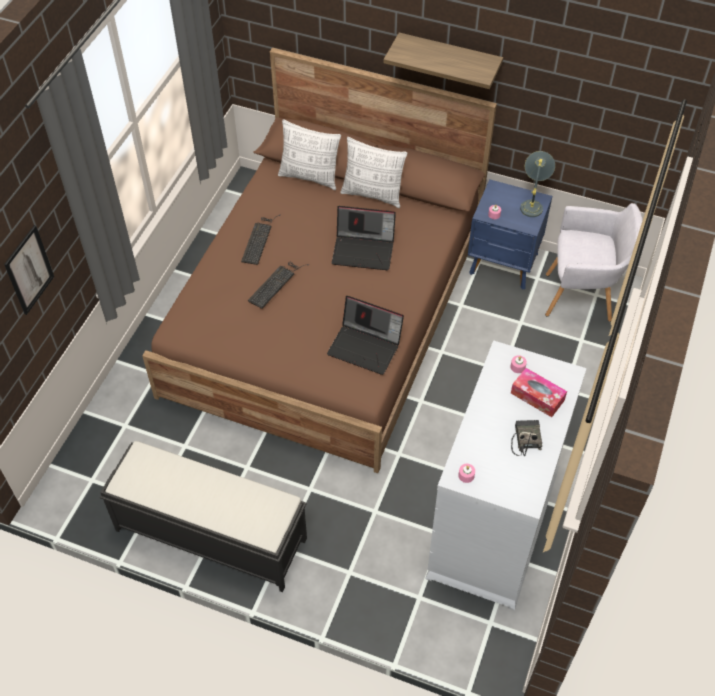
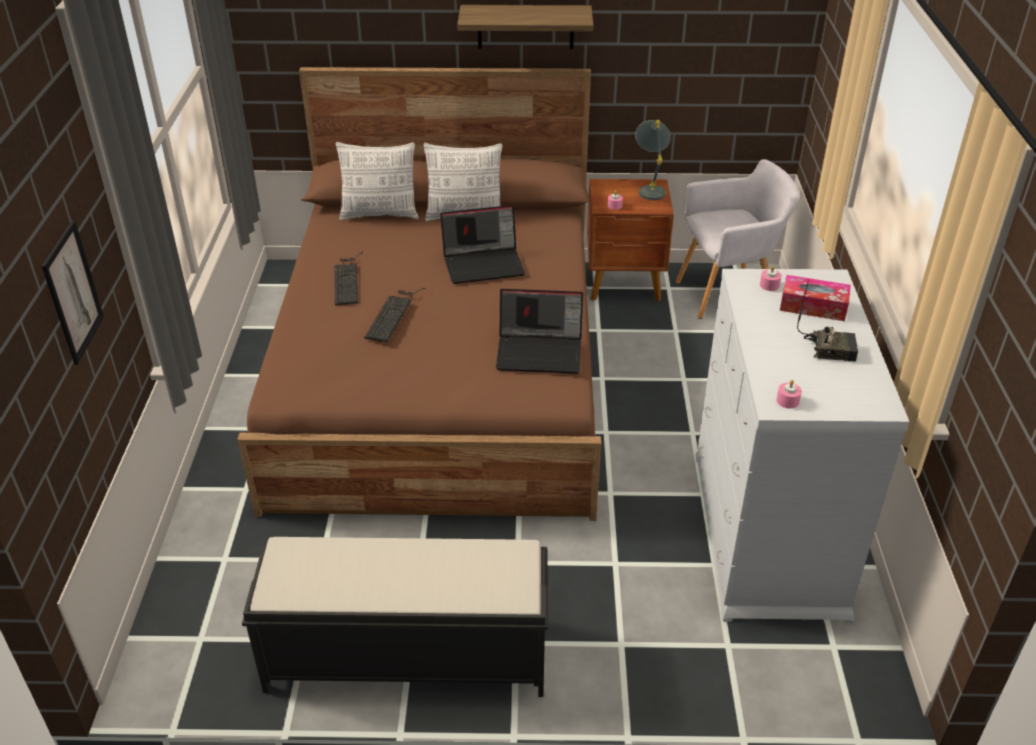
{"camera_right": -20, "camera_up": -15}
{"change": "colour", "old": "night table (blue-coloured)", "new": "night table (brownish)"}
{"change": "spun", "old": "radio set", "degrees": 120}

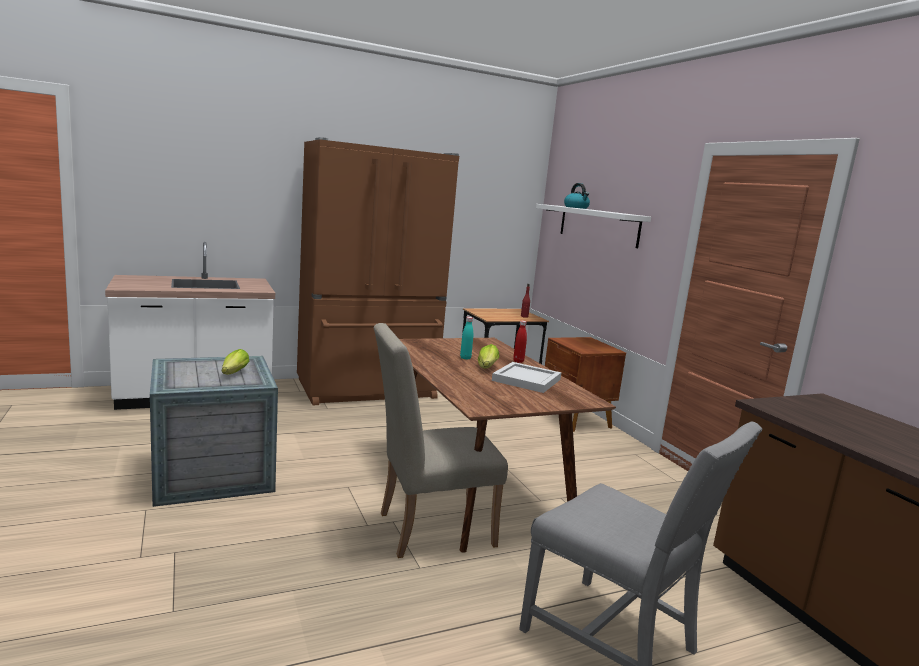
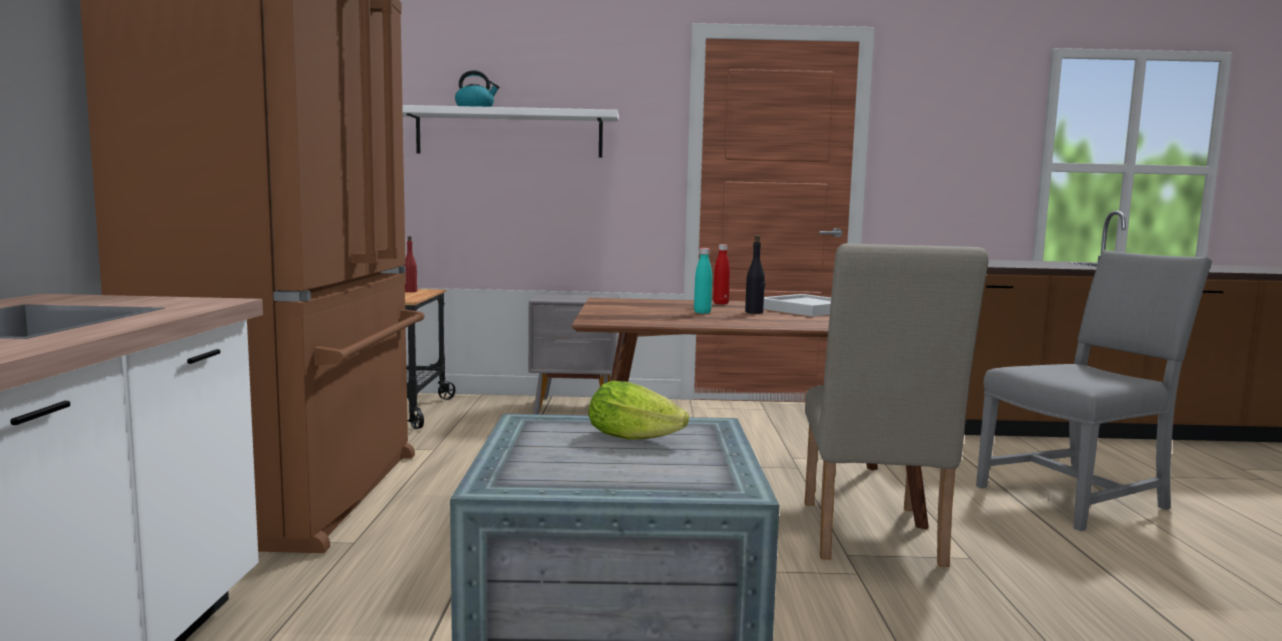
{"camera_right": -65, "camera_up": -5}
{"change": "colour", "old": "night table (brownish)", "new": "night table (grey)"}
{"change": "exchanged", "old": "lettuce (no. 2 from left)", "new": "bottle (blackish)"}

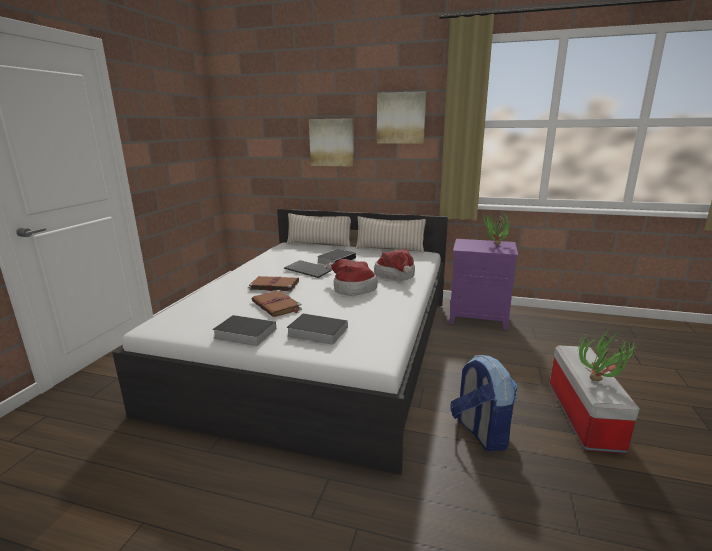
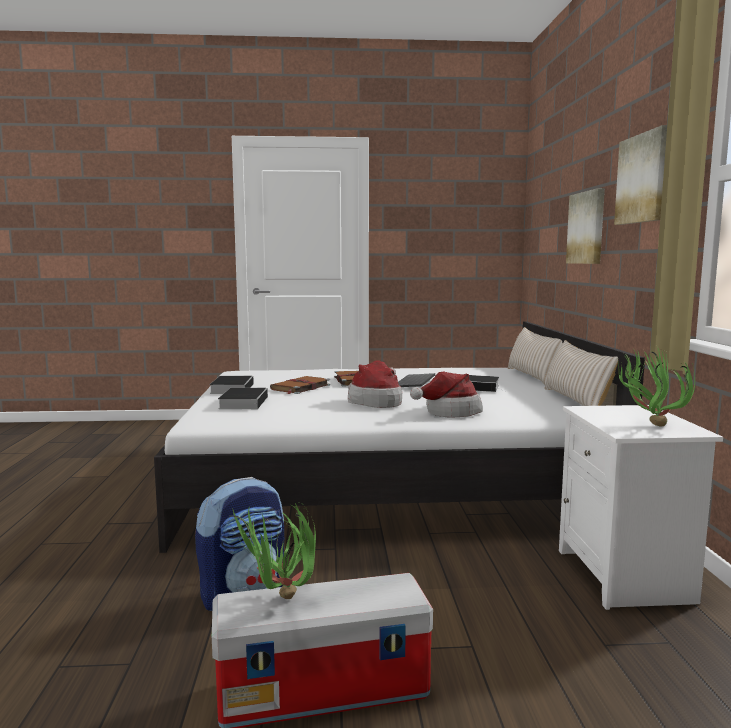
{"camera_right": 70, "camera_up": -10}
{"change": "colour", "old": "night table (purple-coloured)", "new": "night table (whitish)"}

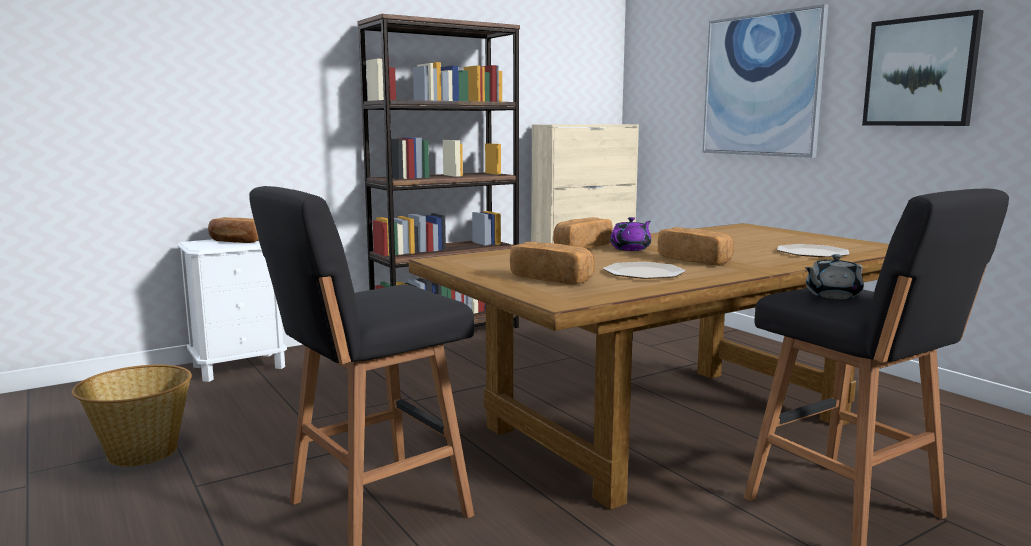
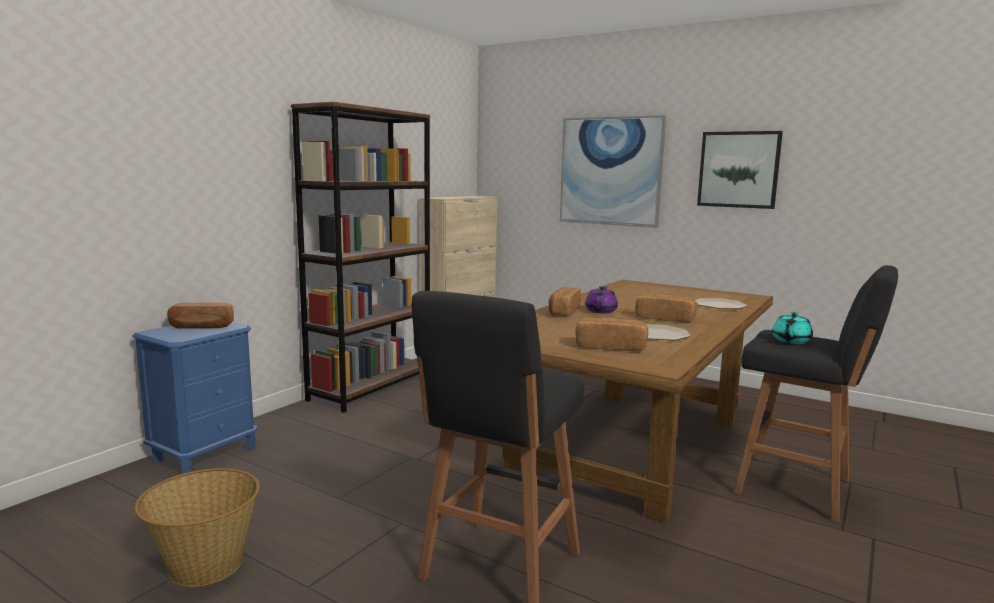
{"camera_right": -25, "camera_up": 0}
{"change": "colour", "old": "night table (whitish)", "new": "night table (blue-coloured)"}
{"change": "colour", "old": "tea pot (grey)", "new": "tea pot (turquoise-coloured)"}

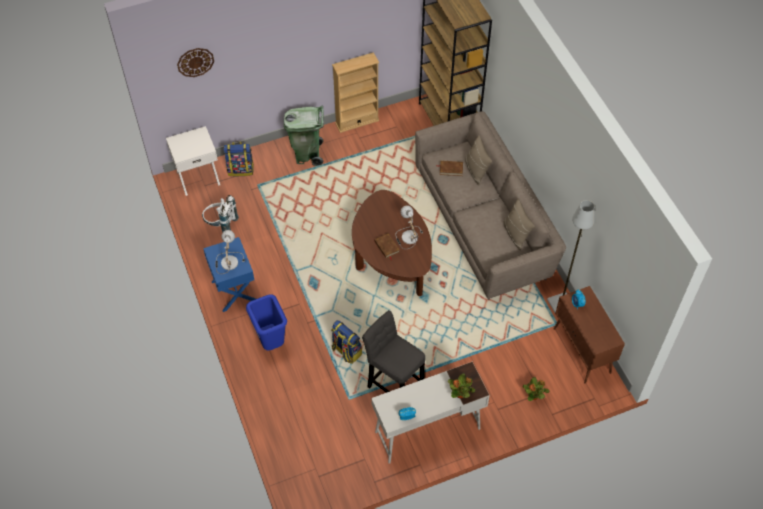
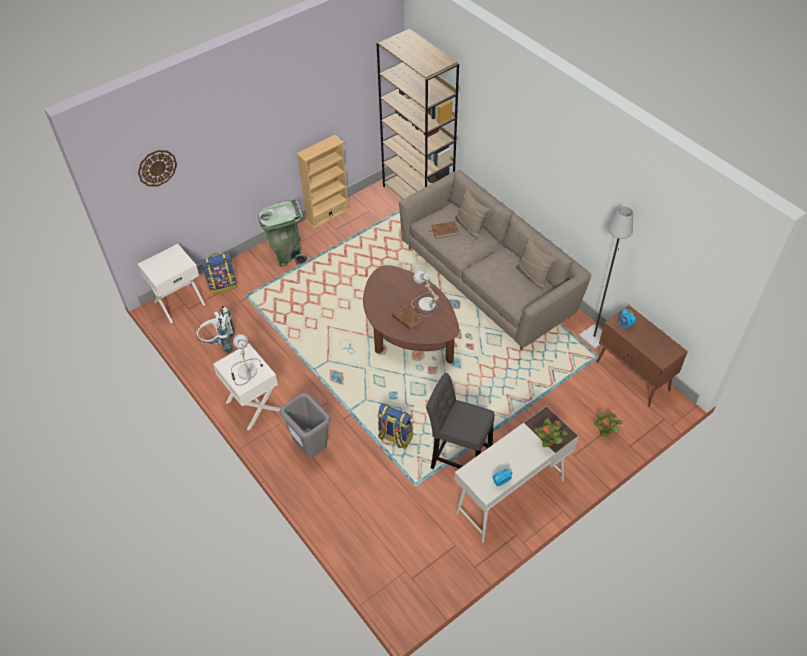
{"camera_right": -15, "camera_up": -5}
{"change": "colour", "old": "night table (blue-coloured)", "new": "night table (whitish) (no. 2 from left)"}
{"change": "colour", "old": "trash can (blue-coloured)", "new": "trash can (grey)"}

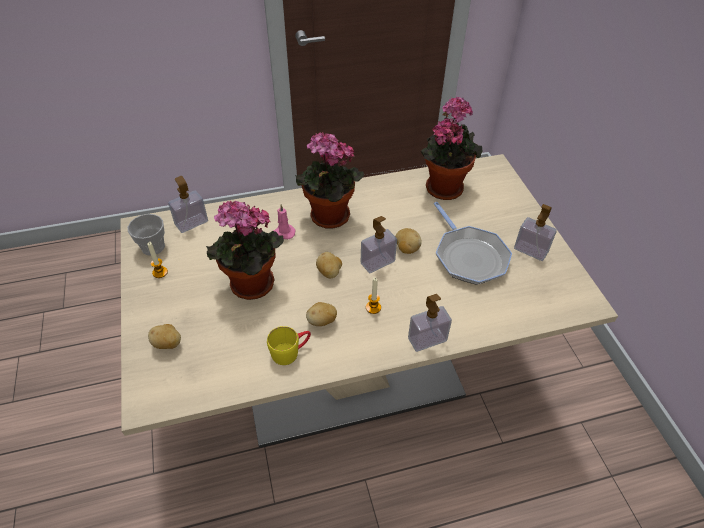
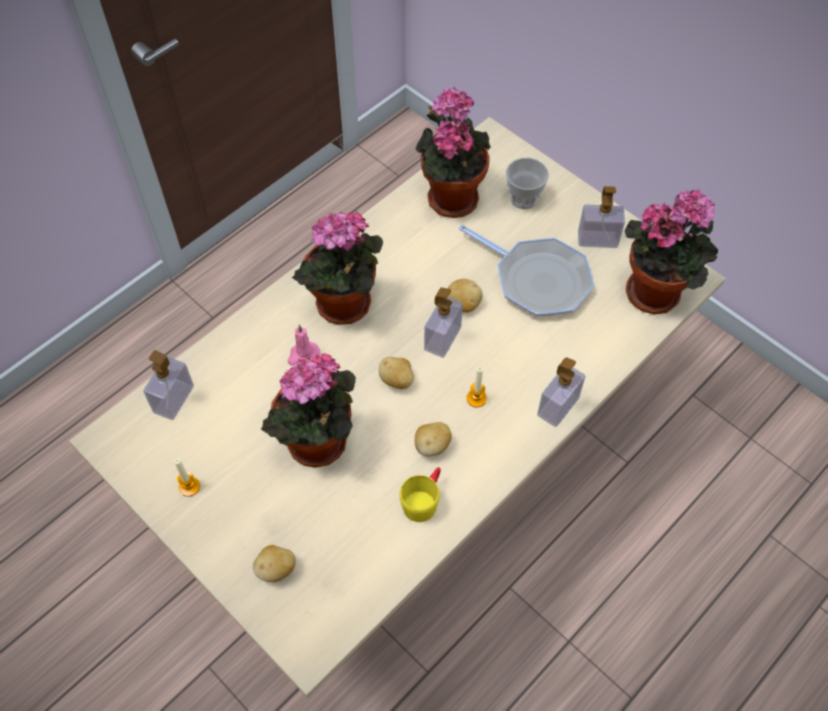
{"camera_right": -30, "camera_up": 10}
{"change": "relocated", "old": "cup"}
{"change": "appeared", "new": "potted plant (no. 4 from left)"}

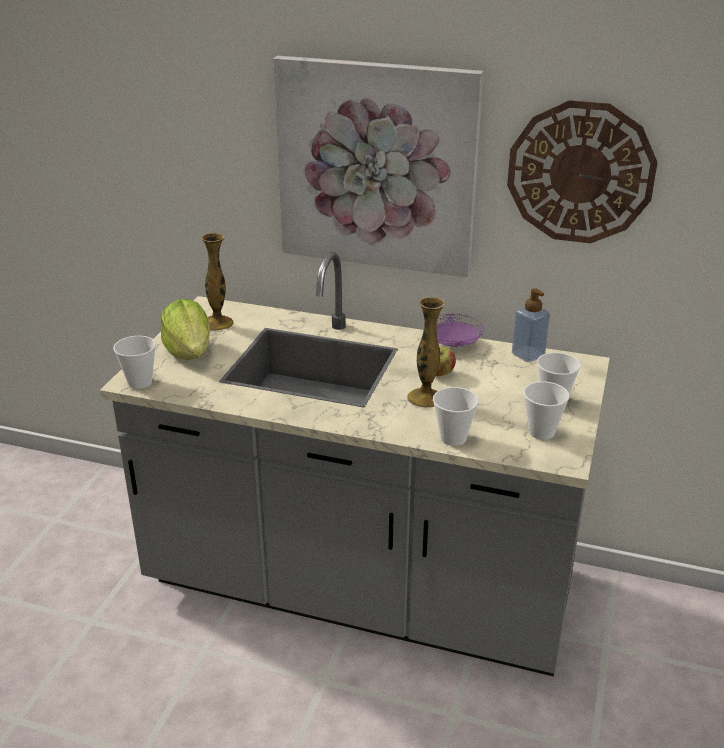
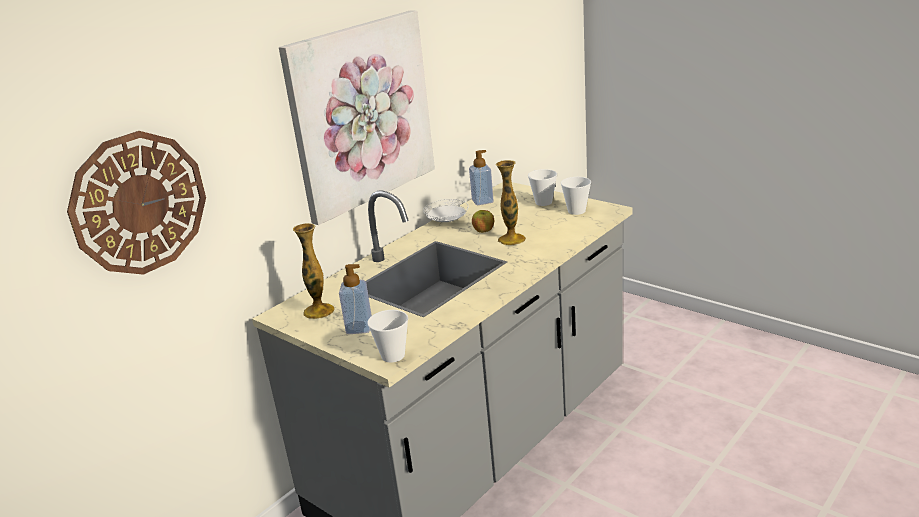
{"camera_right": -65, "camera_up": -5}
{"change": "relocated", "old": "wall clock"}
{"change": "exchanged", "old": "lettuce", "new": "soap bottle (no. 1 from left)"}
{"change": "colour", "old": "plate (purple-coloured)", "new": "plate (whitish)"}
{"change": "missing", "old": "cup (no. 2 from left)"}

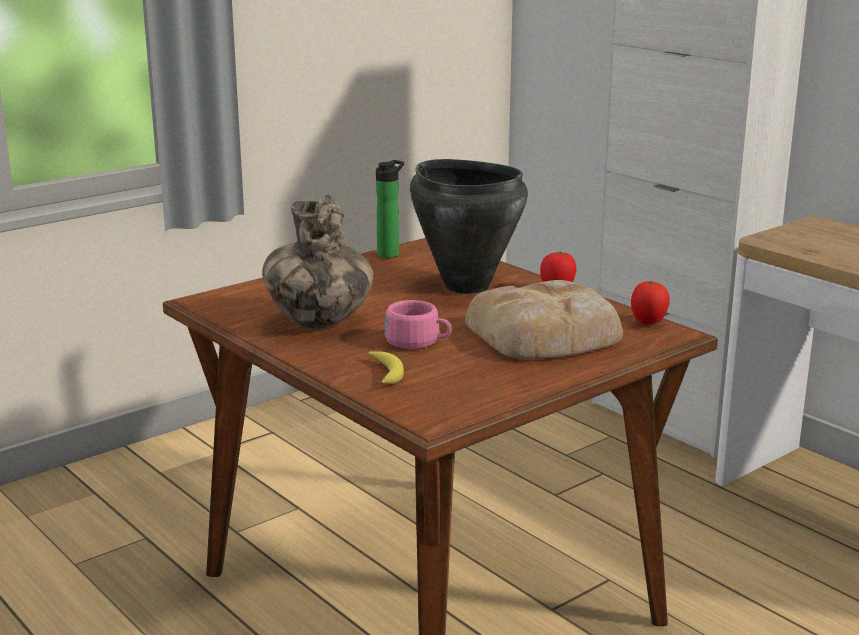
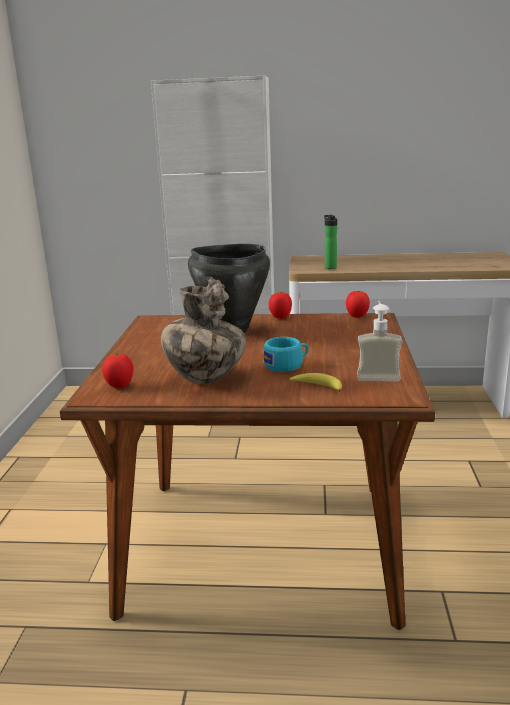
{"camera_right": -45, "camera_up": 0}
{"change": "appeared", "new": "fresh tomato (no. 1 from left)"}
{"change": "colour", "old": "cup (pinkish)", "new": "cup (turquoise-coloured)"}
{"change": "relocated", "old": "bottle"}
{"change": "appeared", "new": "soap bottle"}
{"change": "missing", "old": "bakery bread"}

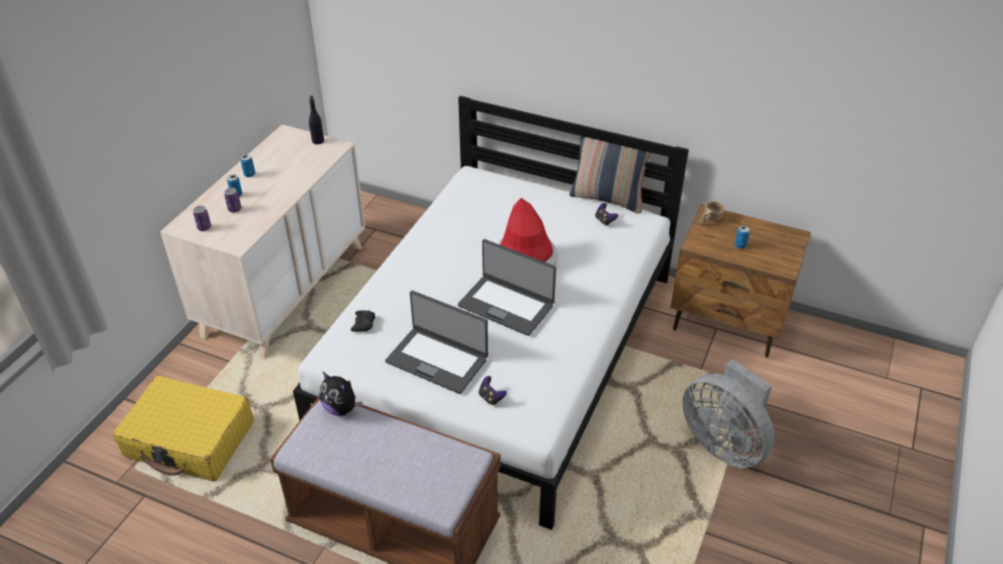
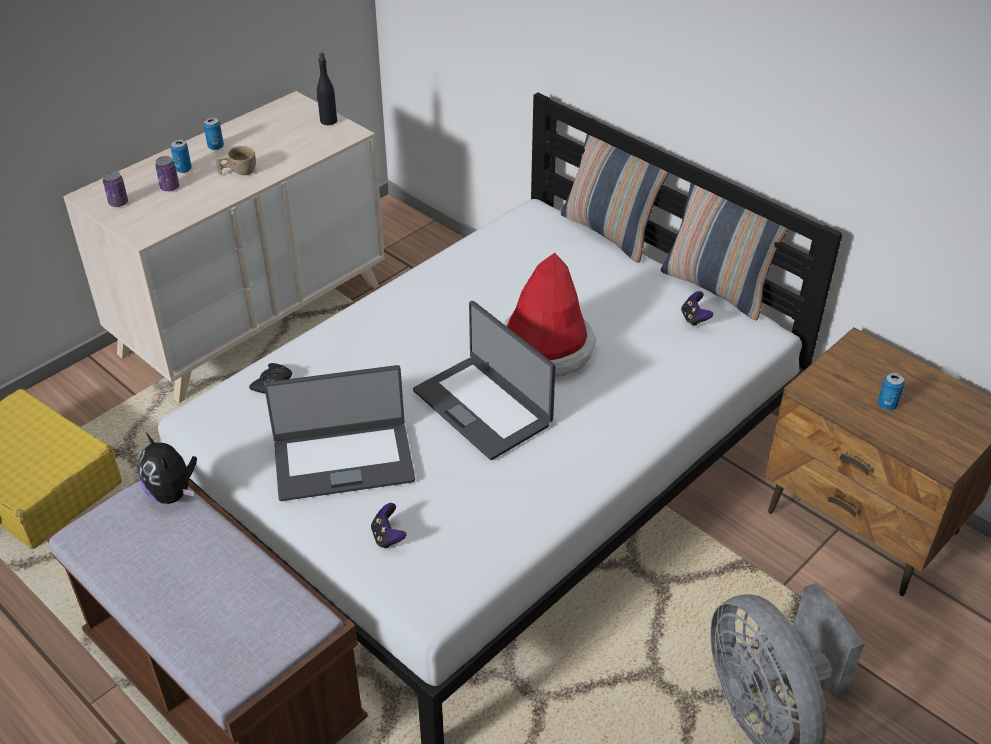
{"camera_right": 20, "camera_up": 0}
{"change": "relocated", "old": "cup (beige)"}
{"change": "spun", "old": "portable computer (no. 1 from left)", "degrees": -60}
{"change": "appeared", "new": "throw pillow (no. 1 from left)"}

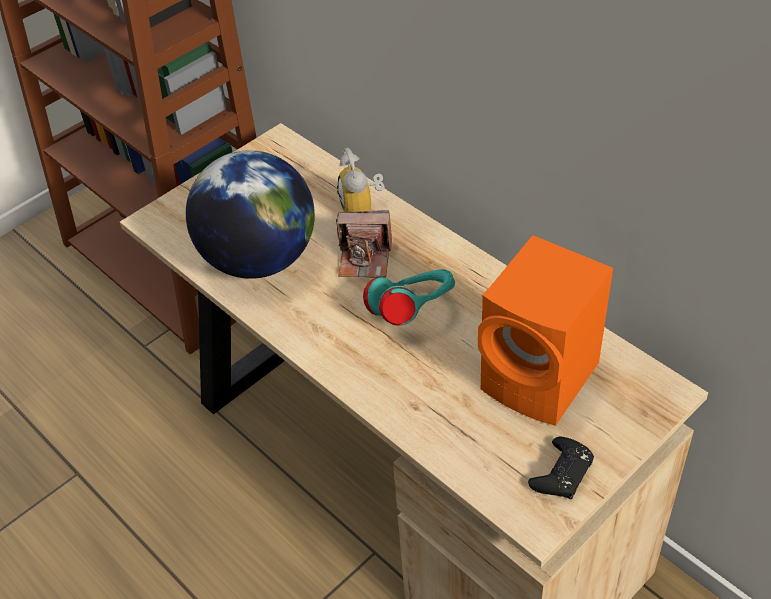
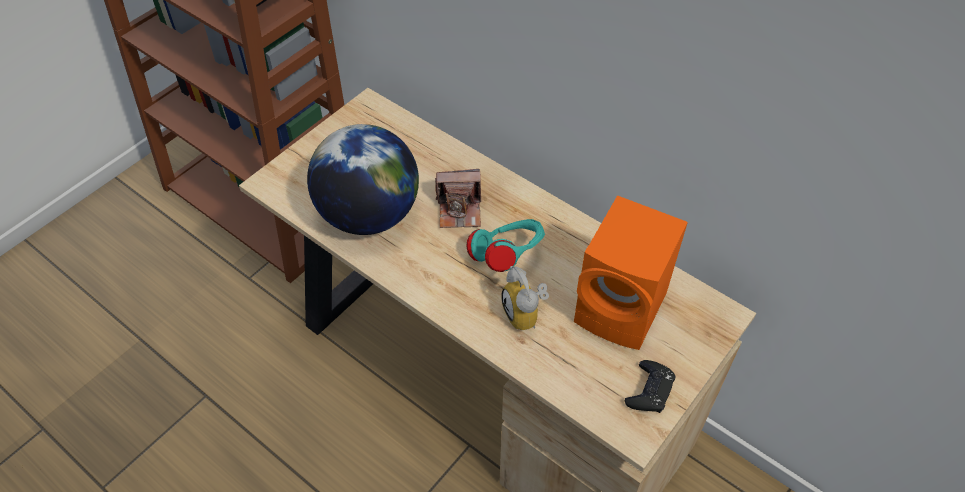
{"camera_right": -10, "camera_up": 5}
{"change": "relocated", "old": "bedside clock"}

